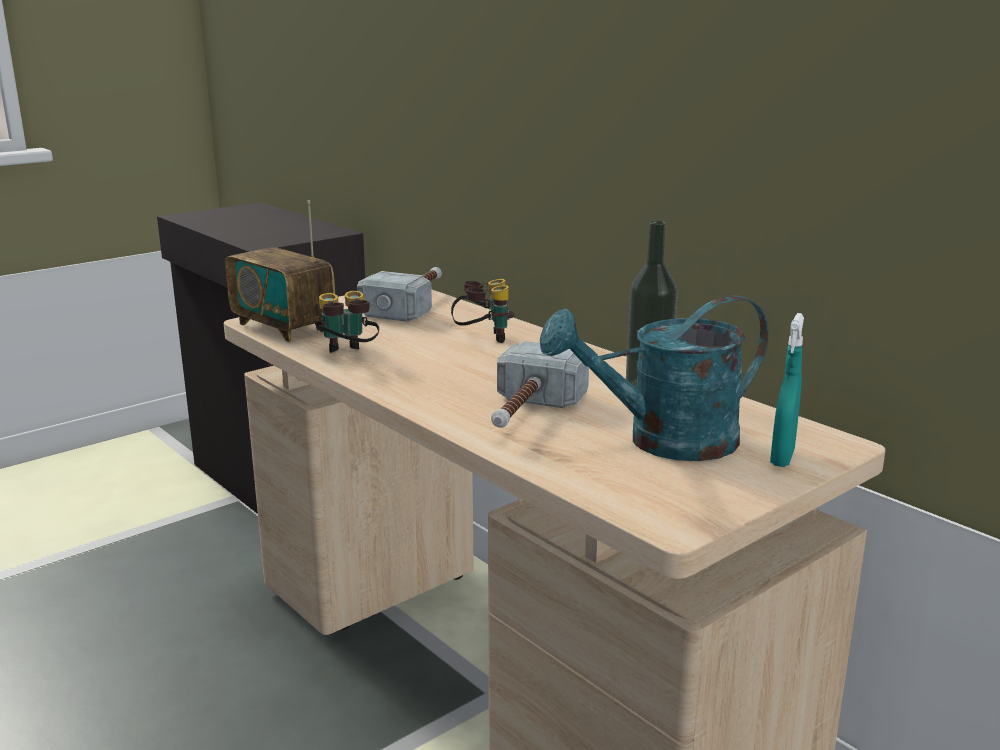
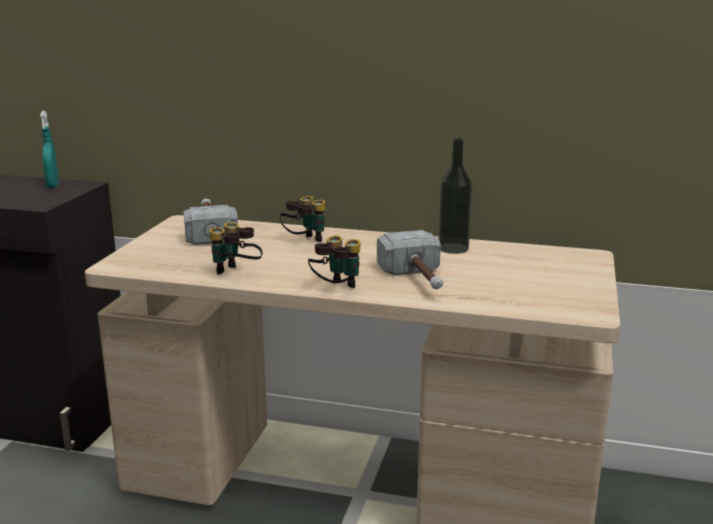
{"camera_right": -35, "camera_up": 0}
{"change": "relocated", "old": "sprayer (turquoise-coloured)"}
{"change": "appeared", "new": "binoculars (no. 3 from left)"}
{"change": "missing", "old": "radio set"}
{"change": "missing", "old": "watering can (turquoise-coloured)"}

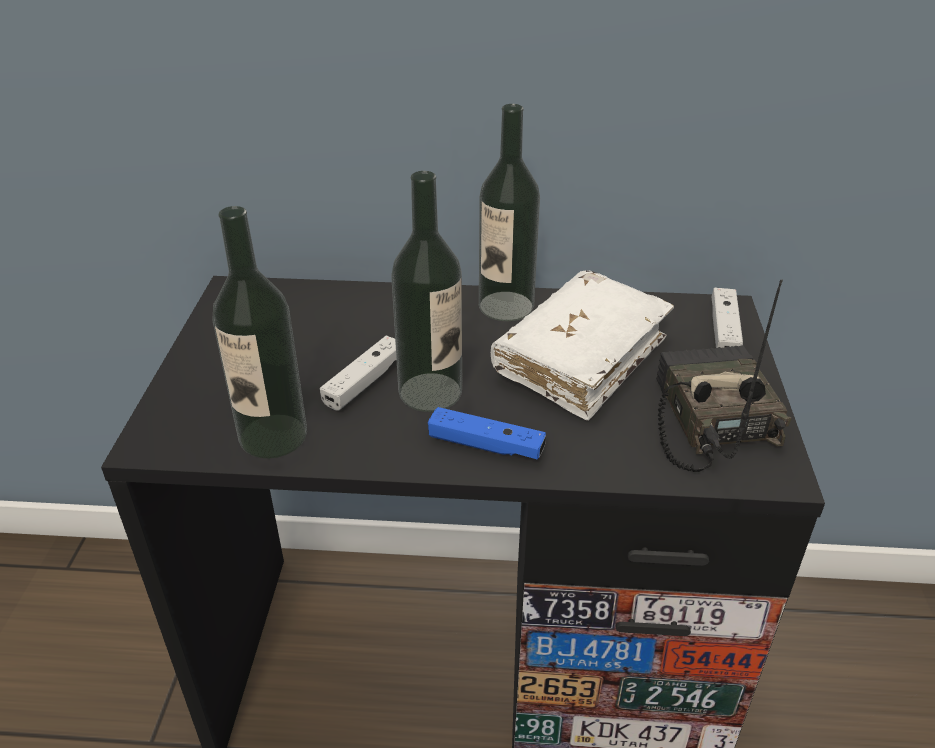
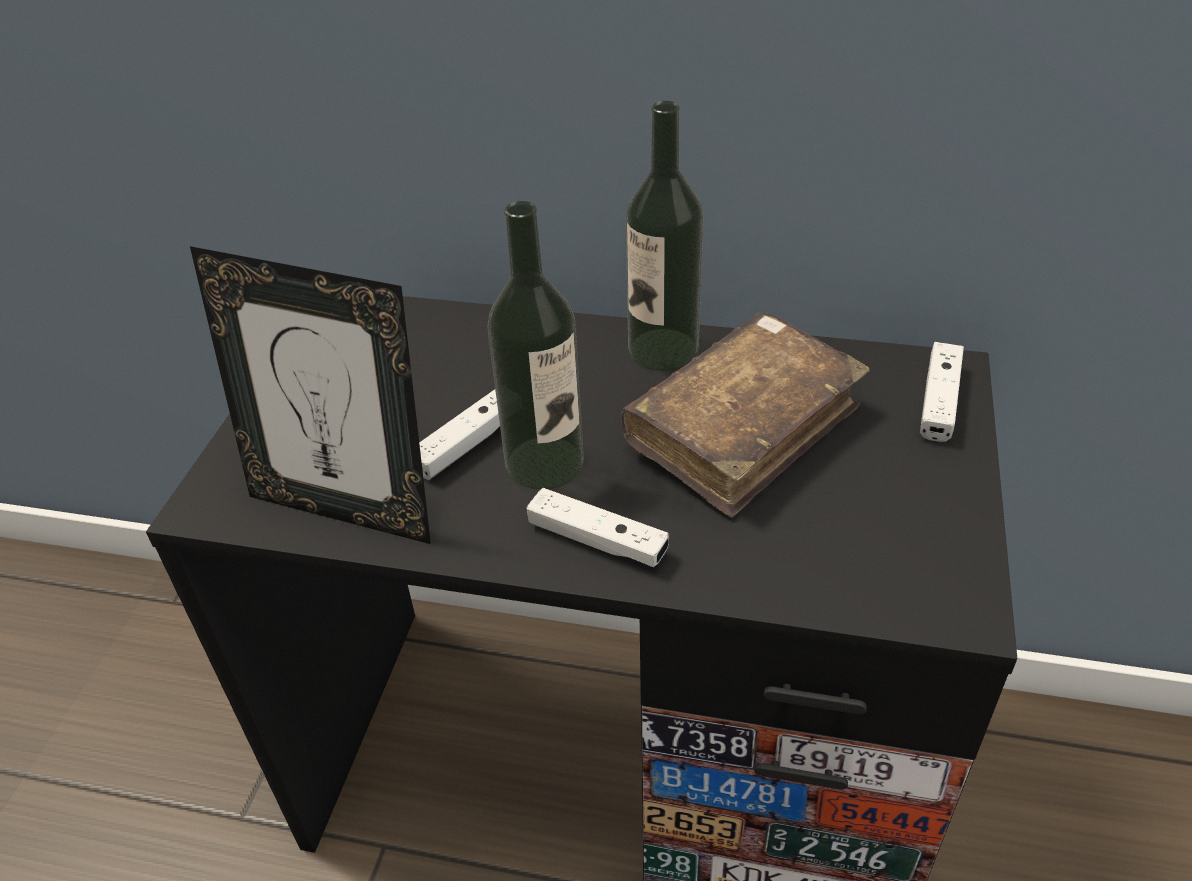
{"camera_right": 10, "camera_up": 5}
{"change": "exchanged", "old": "bottle (no. 1 from left)", "new": "picture frame"}
{"change": "colour", "old": "game controller (blue-coloured)", "new": "game controller (whitish) (no. 2 from left)"}
{"change": "colour", "old": "volume (whitish)", "new": "volume (brownish)"}
{"change": "missing", "old": "radio set"}

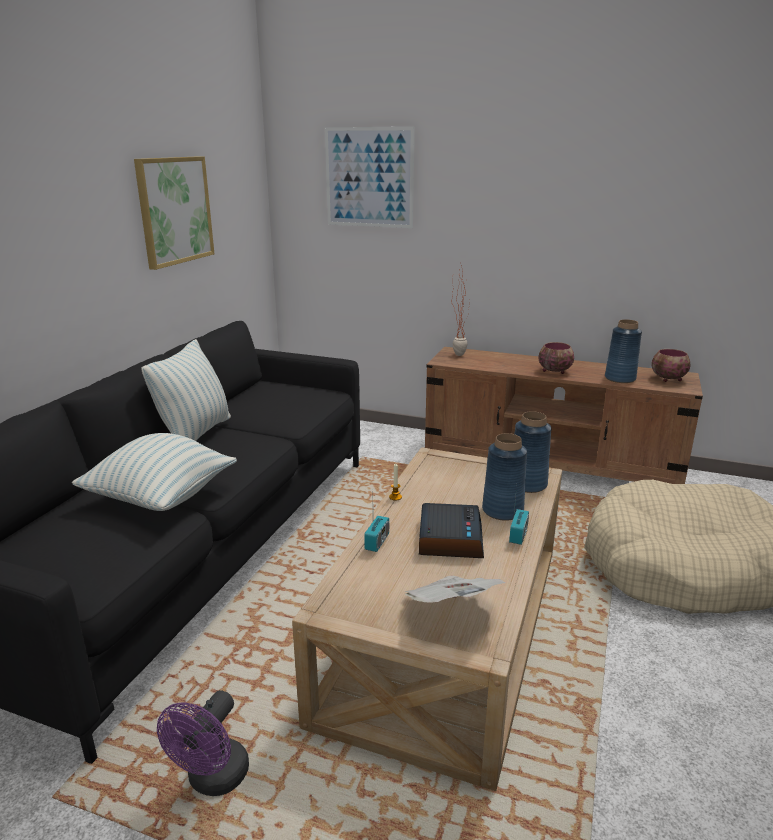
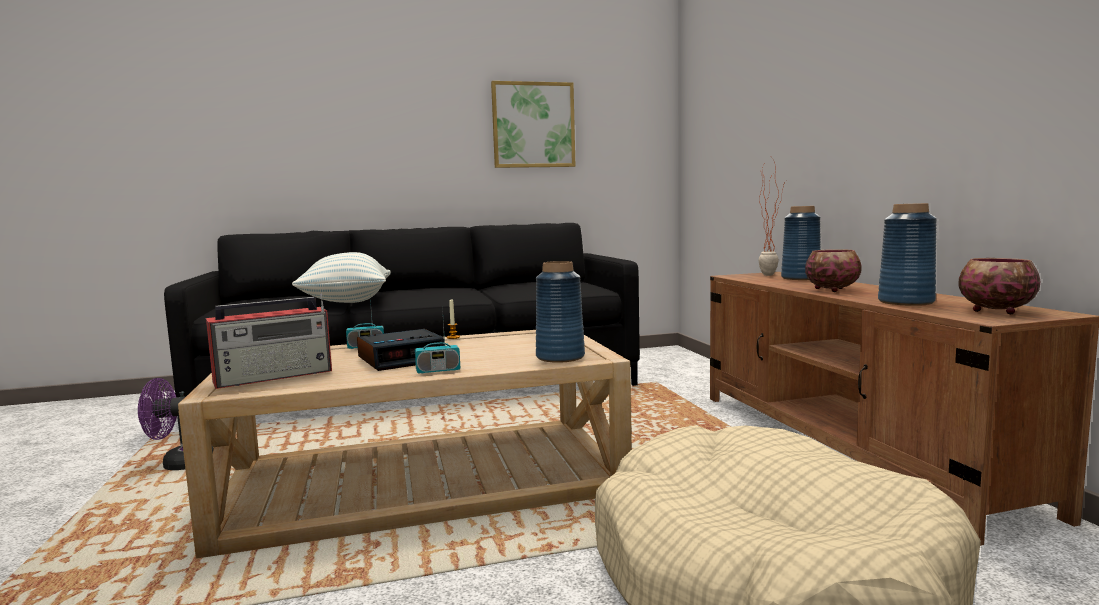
{"camera_right": 55, "camera_up": -15}
{"change": "exchanged", "old": "printed paper", "new": "radio set (no. 1 from left)"}
{"change": "relocated", "old": "decorative vase (blue-coloured) (no. 1 from left in the first image)", "new": "decorative vase (blue-coloured) (no. 2 from left)"}
{"change": "missing", "old": "throw pillow (no. 2 from left)"}
{"change": "missing", "old": "picture (no. 2 from left)"}

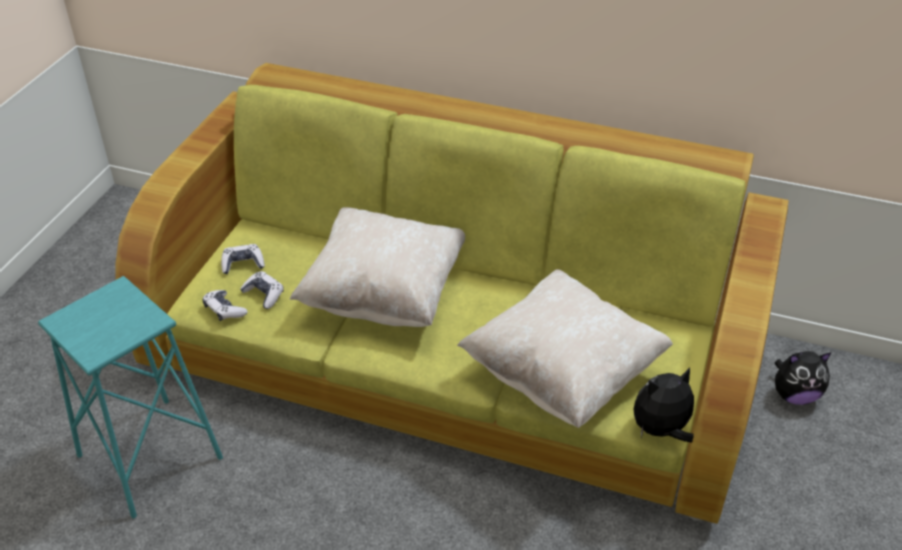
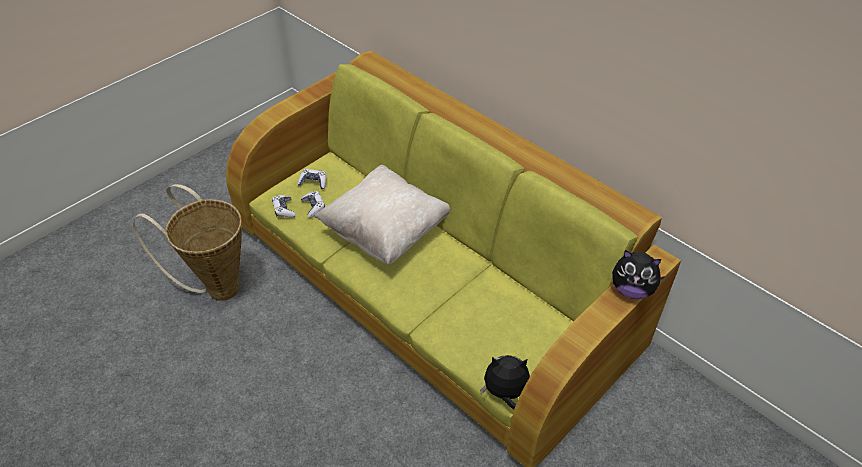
{"camera_right": 25, "camera_up": 5}
{"change": "exchanged", "old": "stool (turquoise-coloured)", "new": "storage basket"}
{"change": "relocated", "old": "soft toy (no. 2 from left)"}
{"change": "missing", "old": "throw pillow (beige) (no. 2 from left)"}

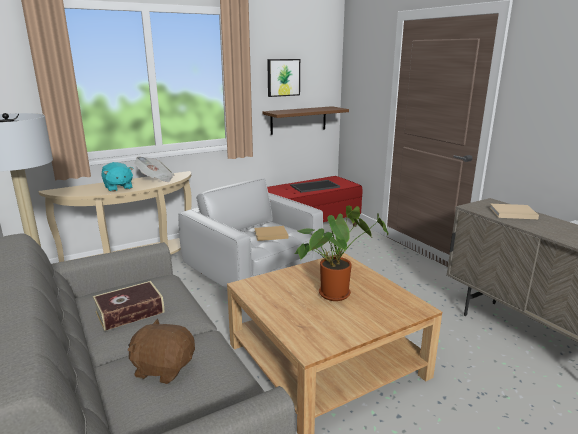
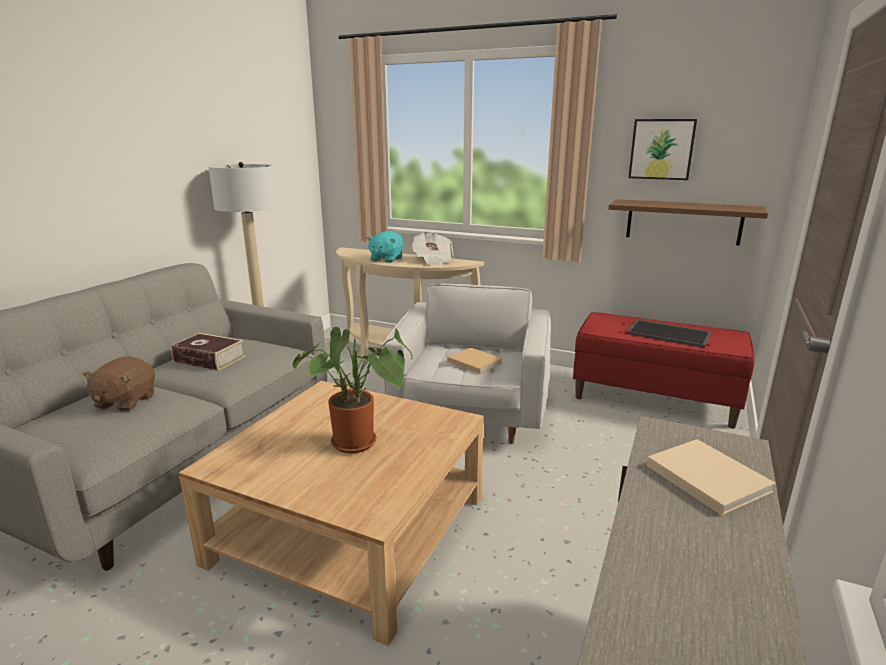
{"camera_right": 55, "camera_up": 0}
{"change": "spun", "old": "soft toy (brownish)", "degrees": -150}

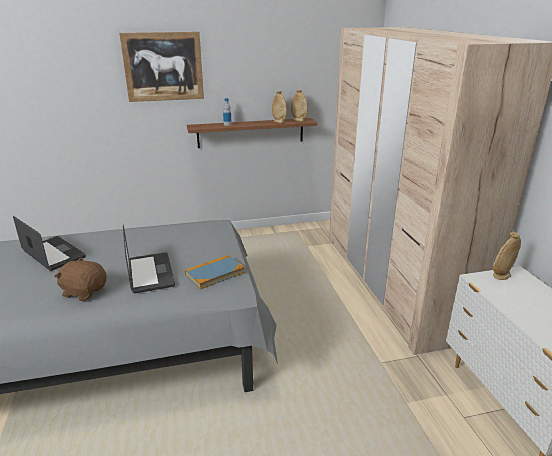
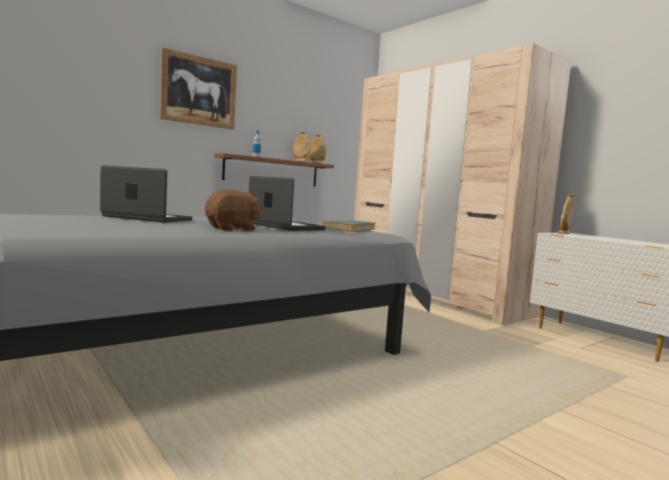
{"camera_right": -25, "camera_up": -20}
{"change": "spun", "old": "soft toy (brownish)", "degrees": 150}

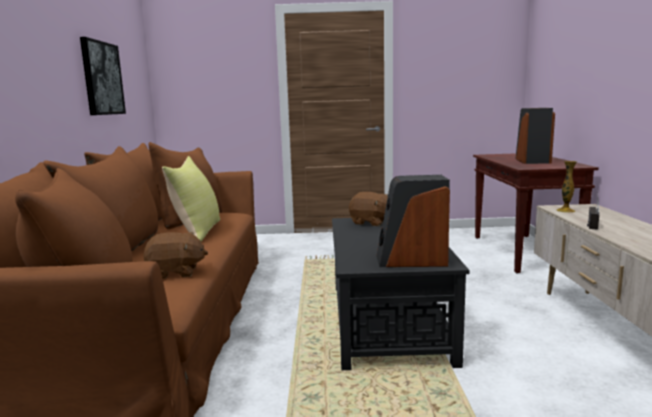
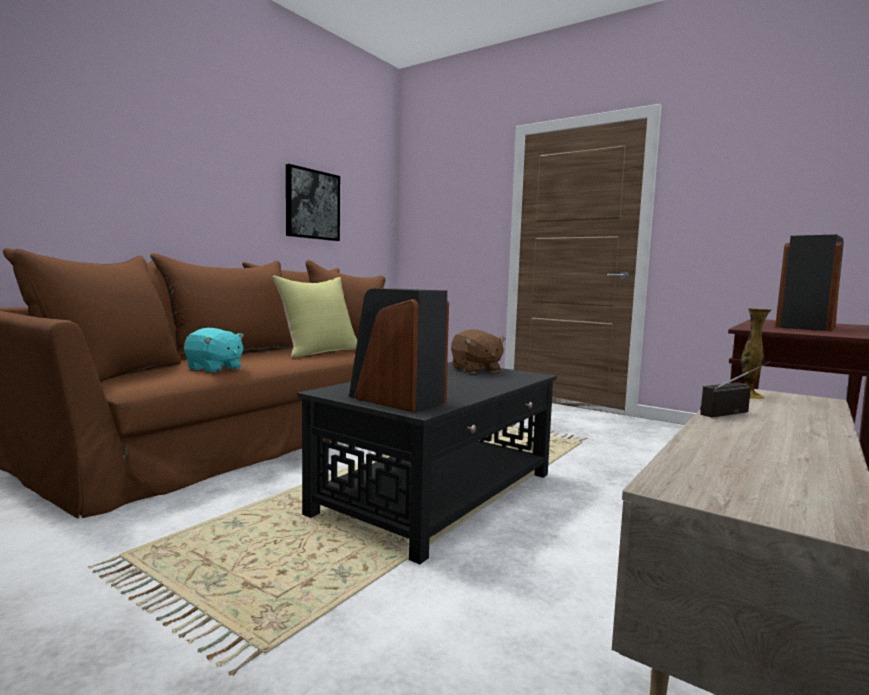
{"camera_right": 35, "camera_up": -5}
{"change": "colour", "old": "soft toy (brownish) (no. 1 from left)", "new": "soft toy (turquoise-coloured)"}

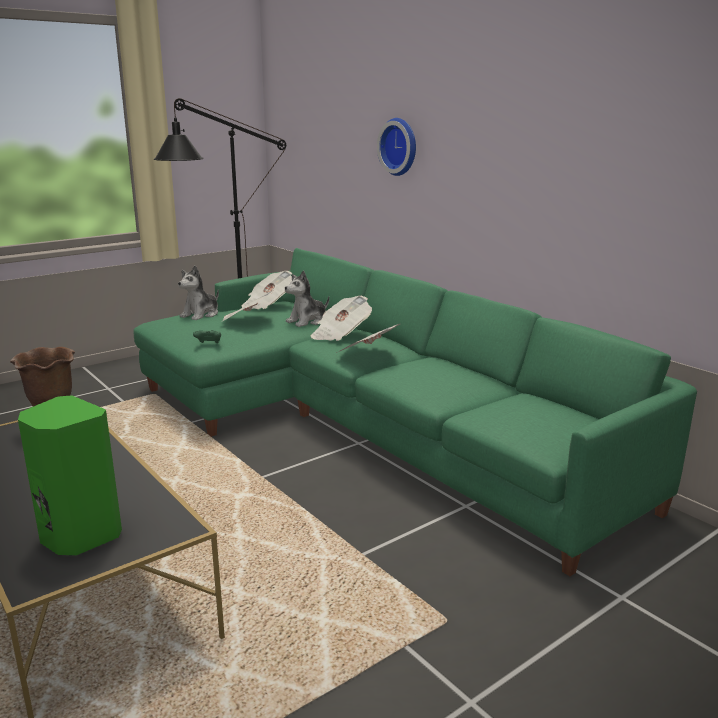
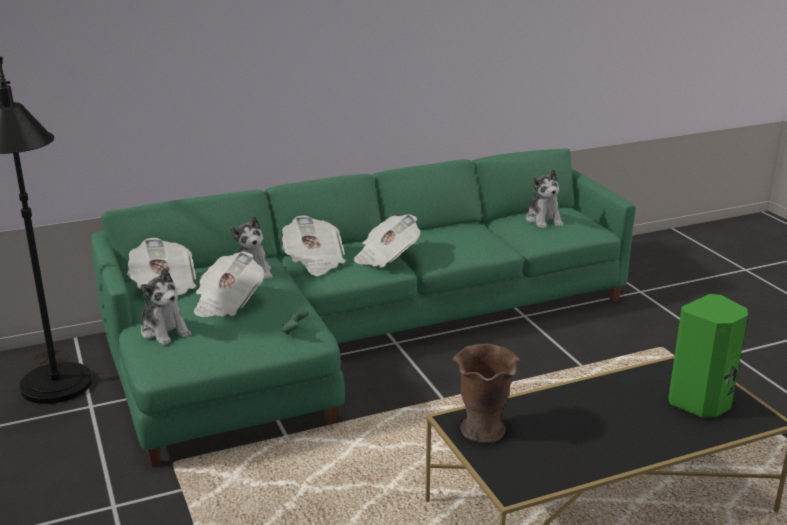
{"camera_right": -75, "camera_up": 5}
{"change": "appeared", "new": "soft toy (no. 3 from left)"}
{"change": "missing", "old": "wall clock"}

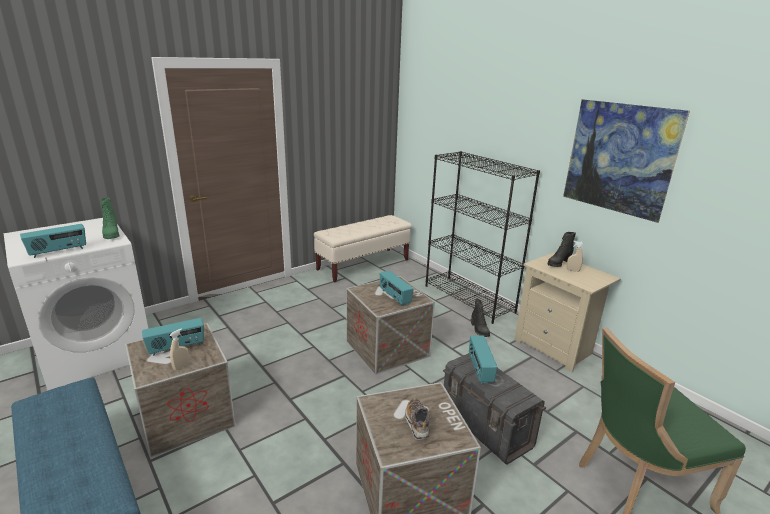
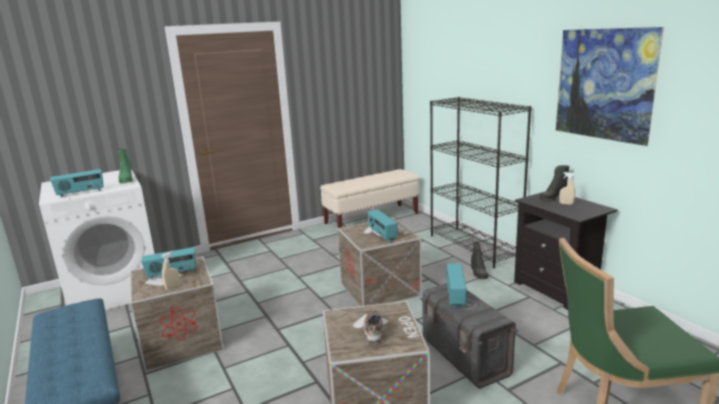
{"camera_right": 10, "camera_up": -5}
{"change": "colour", "old": "night table (beige)", "new": "night table (blackish)"}

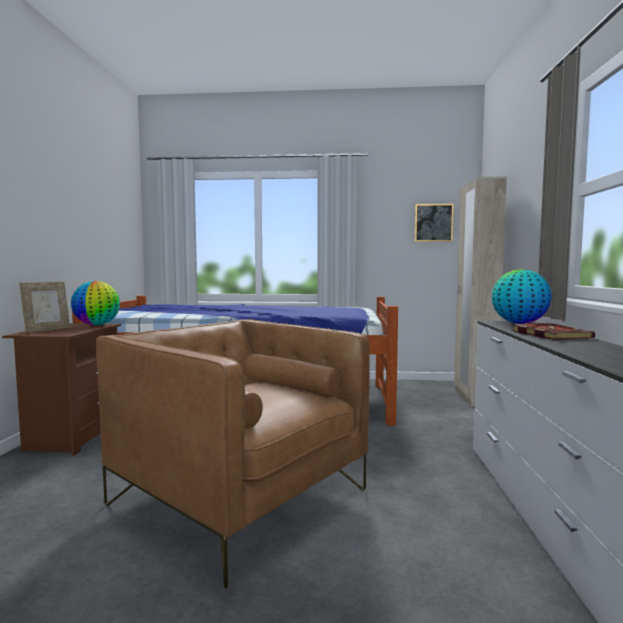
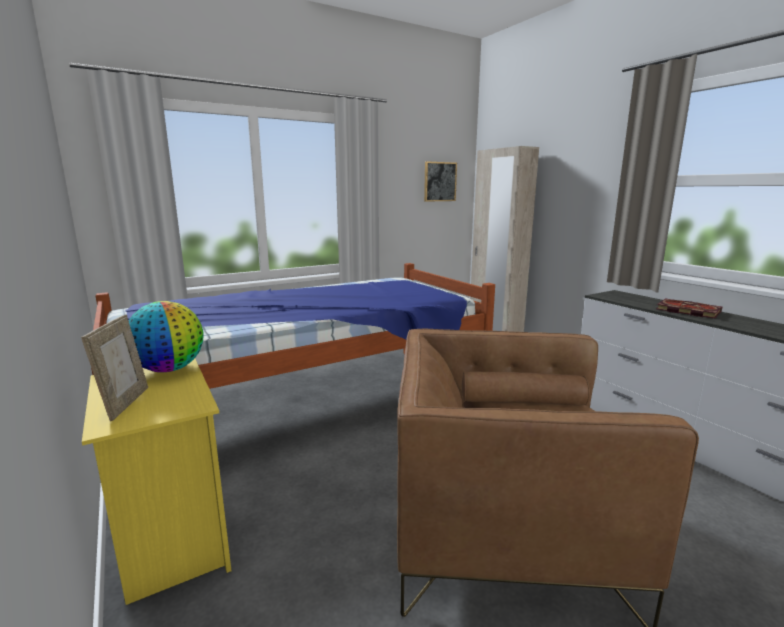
{"camera_right": -35, "camera_up": 10}
{"change": "colour", "old": "night table (brownish)", "new": "night table (yellow-coloured)"}
{"change": "missing", "old": "world globe (no. 2 from left)"}

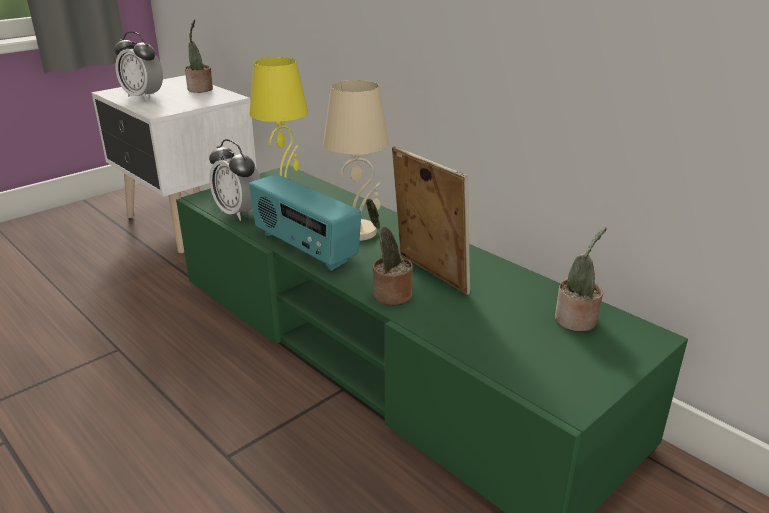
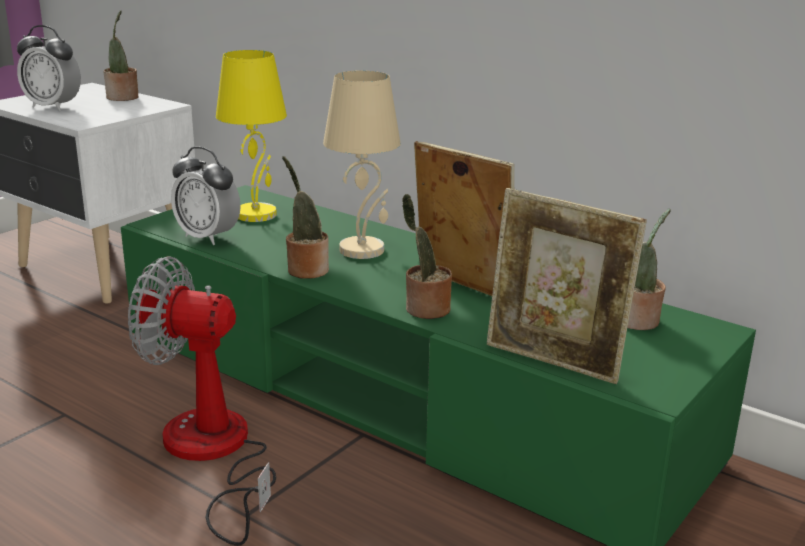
{"camera_right": -10, "camera_up": -5}
{"change": "appeared", "new": "fan"}
{"change": "exchanged", "old": "radio set", "new": "potted plant (no. 2 from left)"}
{"change": "appeared", "new": "picture frame (no. 2 from left)"}

